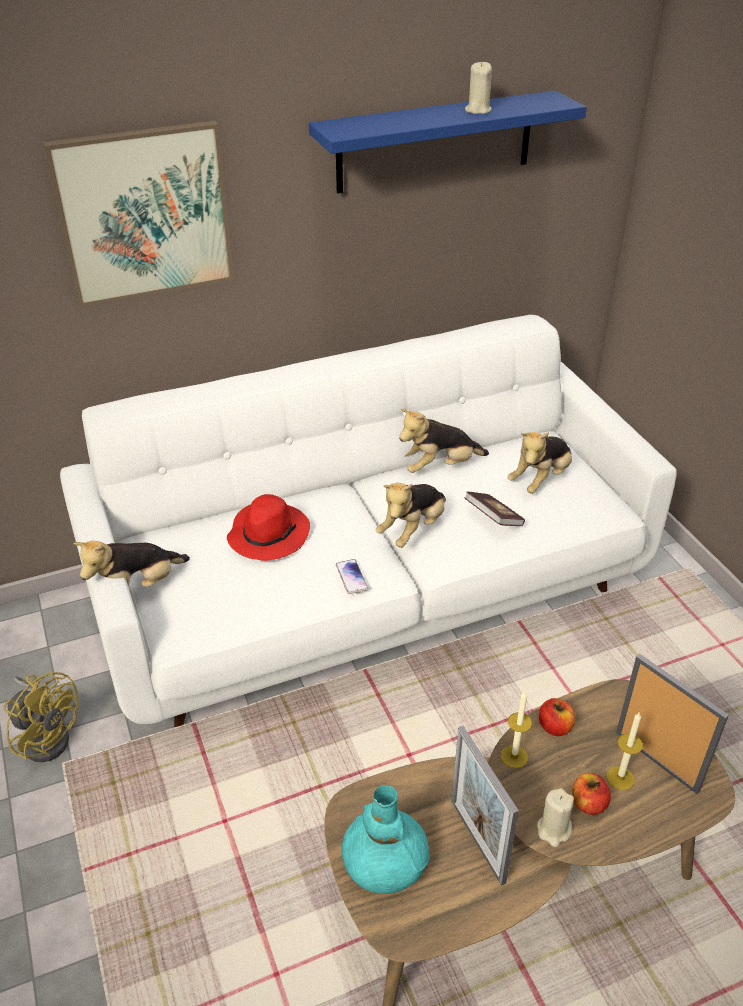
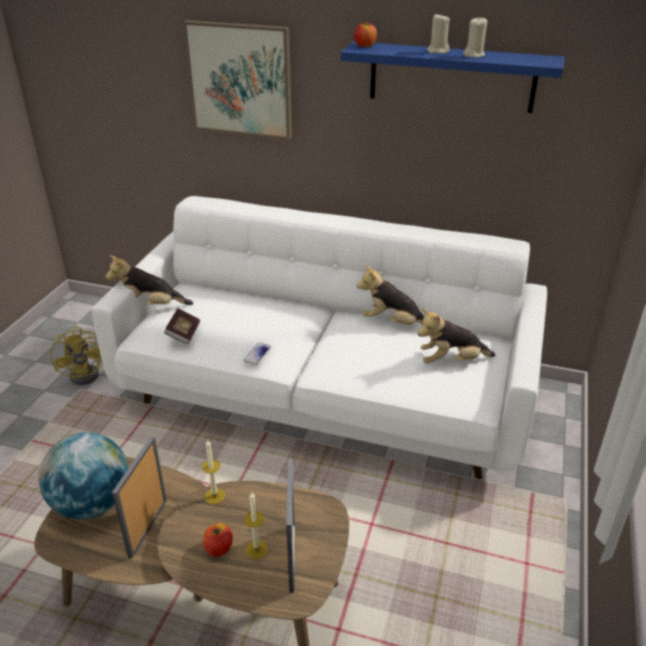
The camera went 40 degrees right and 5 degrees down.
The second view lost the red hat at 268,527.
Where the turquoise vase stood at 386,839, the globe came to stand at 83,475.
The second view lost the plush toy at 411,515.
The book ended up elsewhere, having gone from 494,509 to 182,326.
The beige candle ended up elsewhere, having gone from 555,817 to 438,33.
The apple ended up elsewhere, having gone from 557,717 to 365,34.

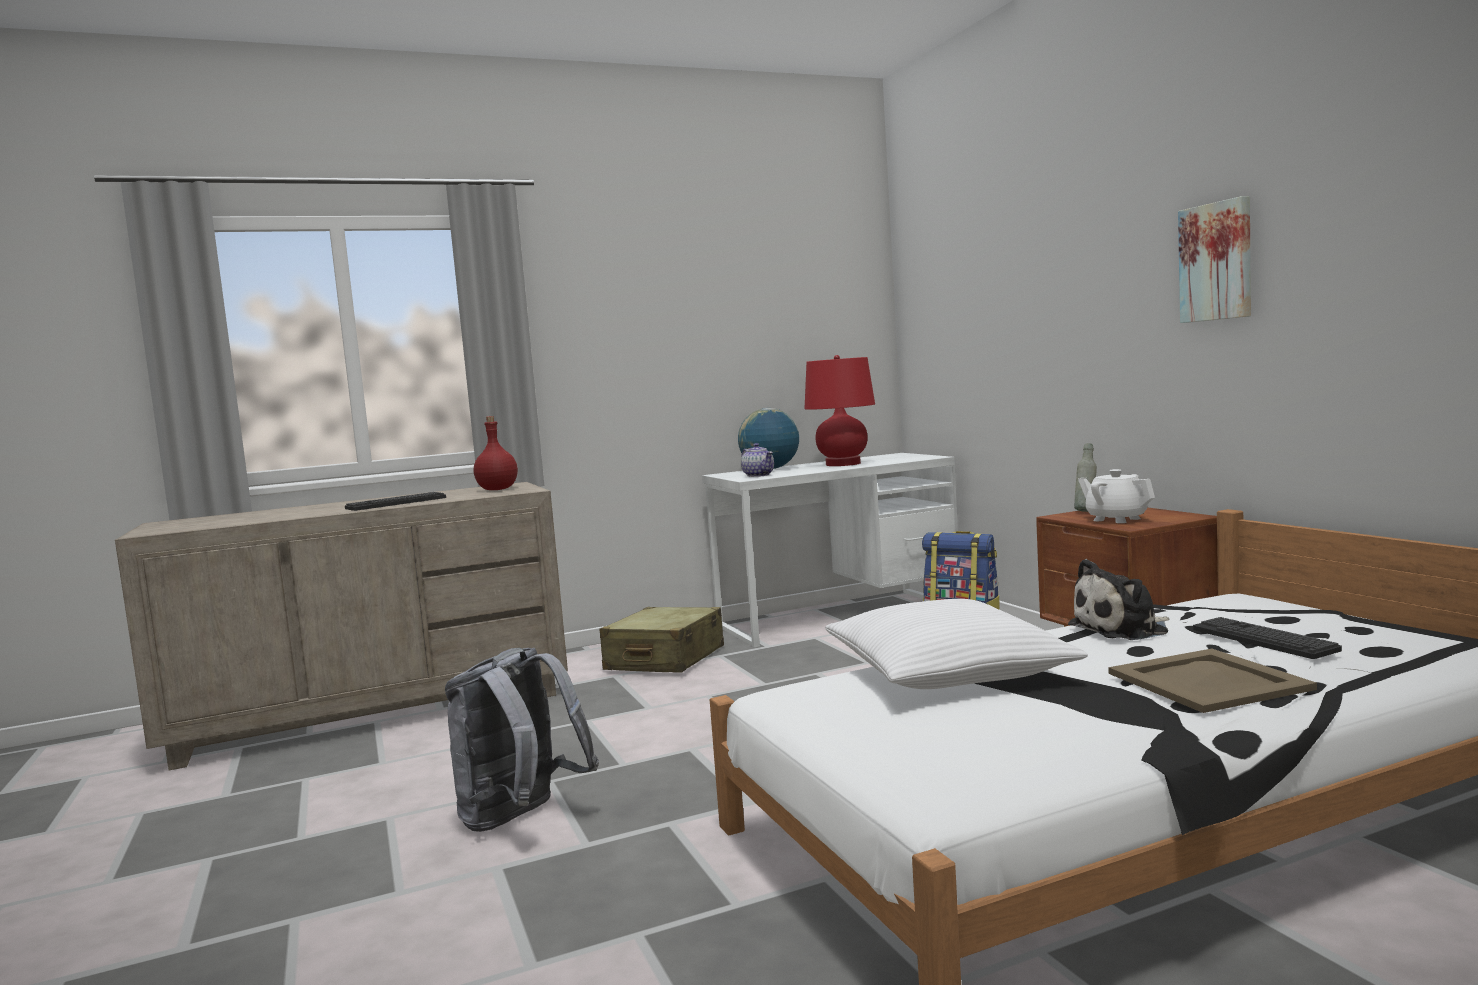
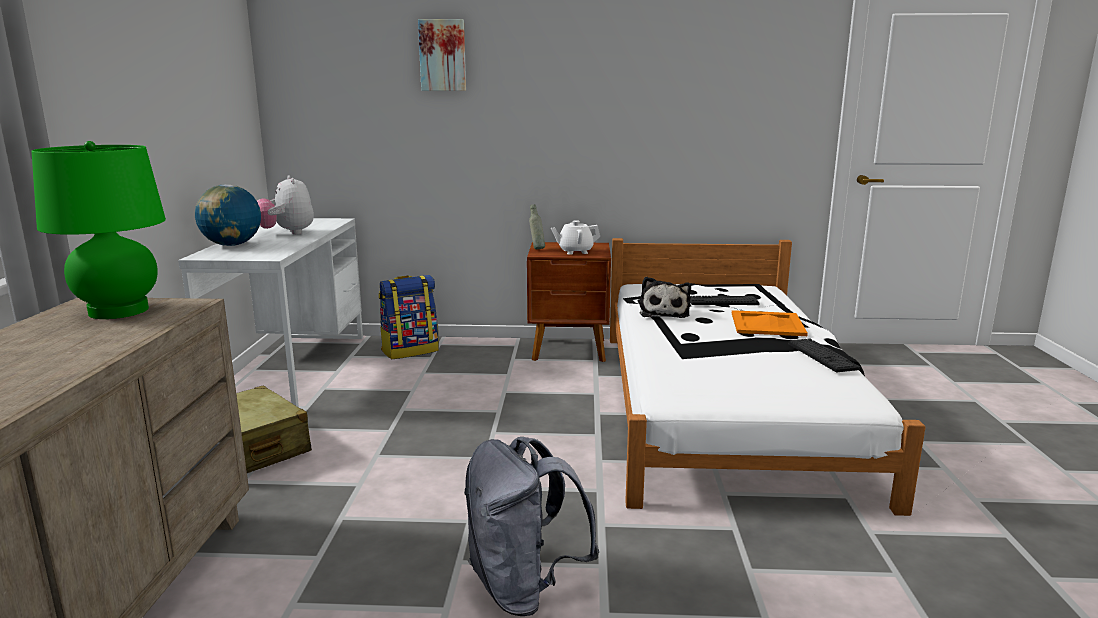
The camera went 65 degrees left and 10 degrees up.
The keyboard ended up elsewhere, having gone from 395,501 to 824,355.
Where the red bottle stood at 496,453, the green table lamp came to stand at 98,230.
The second view lost the teapot at 757,460.
Where the red table lamp stood at 840,410, the plush toy came to stand at 285,205.
The second view lost the white pillow at 956,644.
What was the beige tray at 1212,681 turned into the orange tray at 770,323.
The picture ended up elsewhere, having gone from 1214,259 to 442,55.

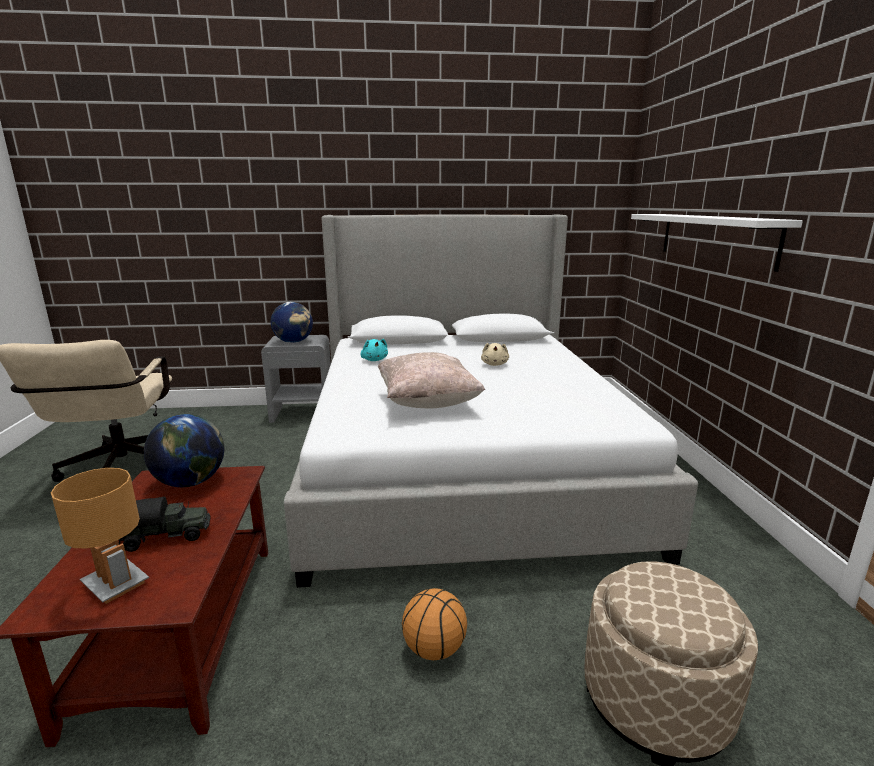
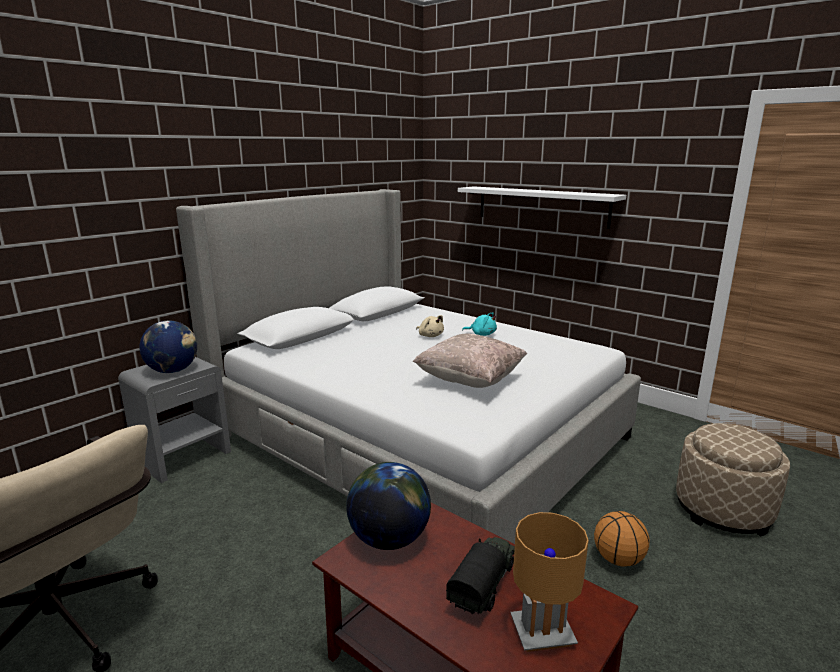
The camera went 45 degrees left and 0 degrees up.
The turquoise plush toy ended up elsewhere, having gone from 374,350 to 479,324.

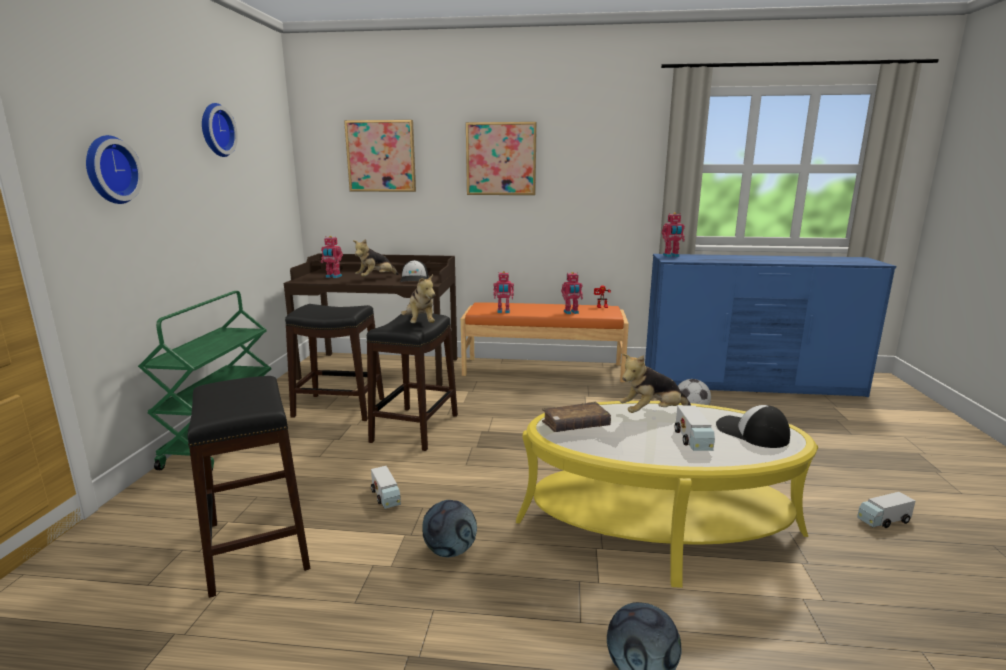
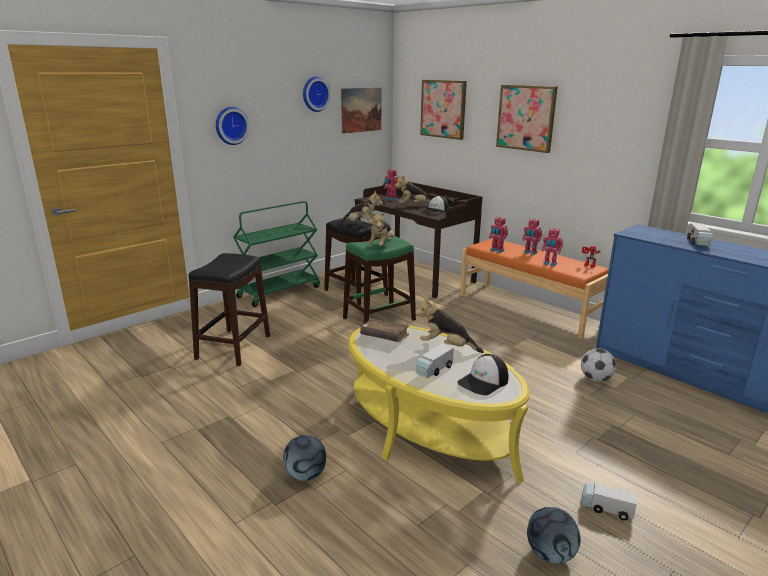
The camera went 40 degrees right and 5 degrees up.
What was the black stool at 412,382 turned into the green stool at 379,280.
The toy truck ended up elsewhere, having gone from 386,487 to 700,234.
The football ended up elsewhere, having gone from 449,528 to 554,535.
The toy robot ended up elsewhere, having gone from 673,234 to 532,236.
The cap at 753,426 ended up facing another way, 135 degrees counterclockwise from before.
The second view gained the plush toy at 361,207.
The second view gained the picture at 361,111.

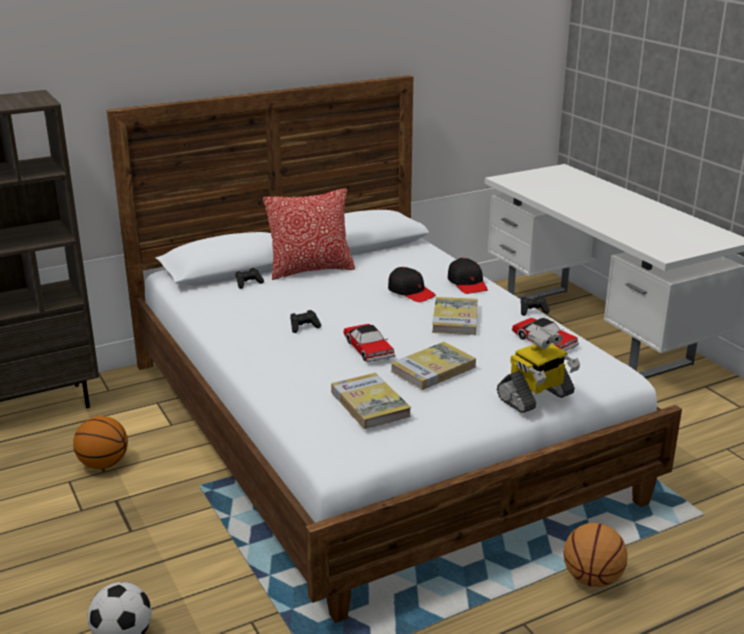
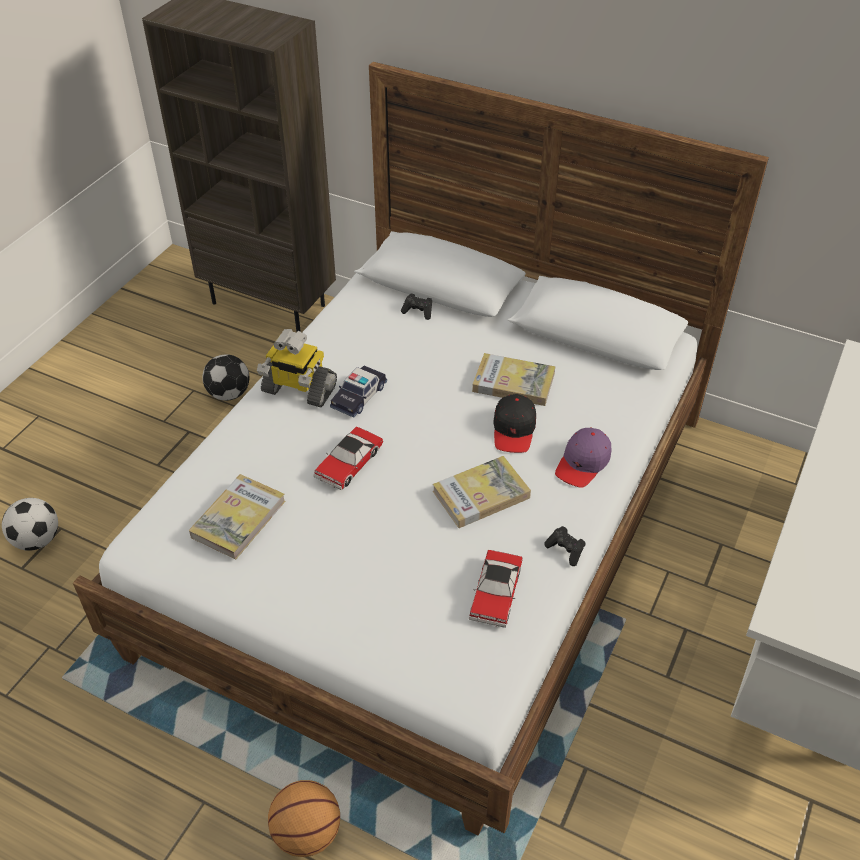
The camera went 55 degrees right and 20 degrees up.
Where the basketball stood at 100,442, the football came to stand at 225,377.
The second view lost the pillow at 309,234.
Where the black game controller stood at 305,321, the toy car came to stand at 358,392.
The book ended up elsewhere, having gone from 433,366 to 514,379.
What was the black cap at 468,276 turned into the purple cap at 583,458.
The toy robot ended up elsewhere, having gone from 538,370 to 297,368.

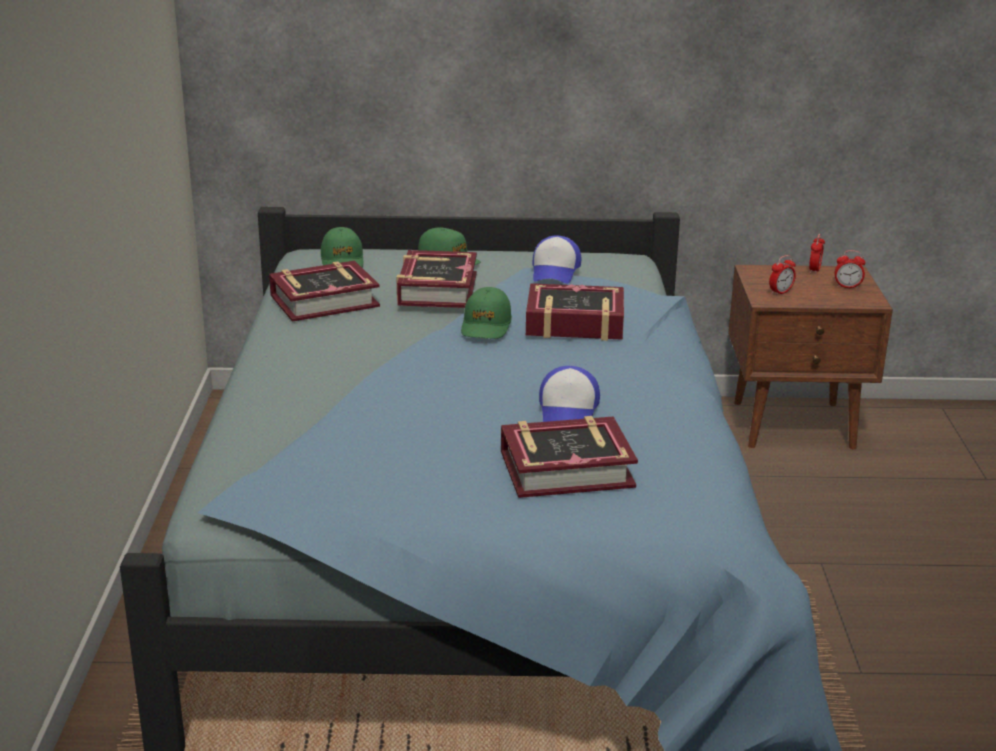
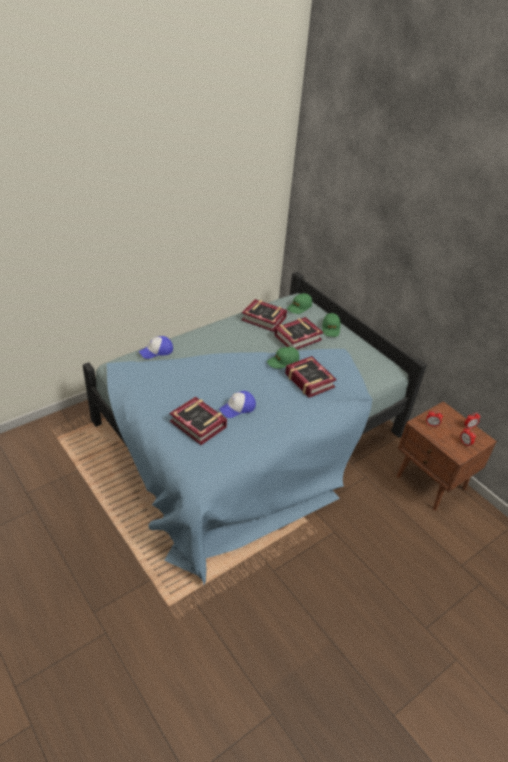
The camera went 50 degrees right and 15 degrees up.
The cap ended up elsewhere, having gone from 556,260 to 156,347.

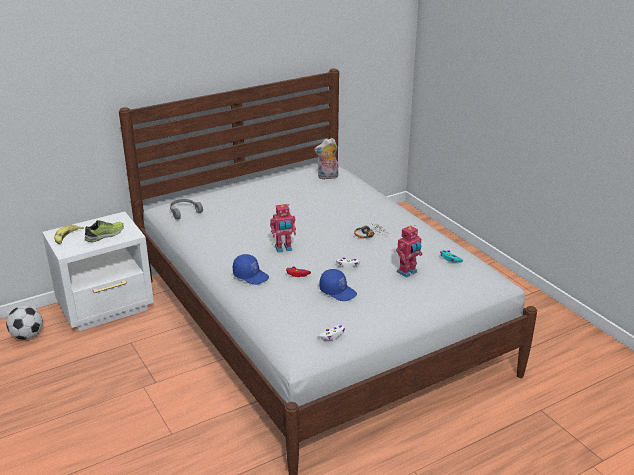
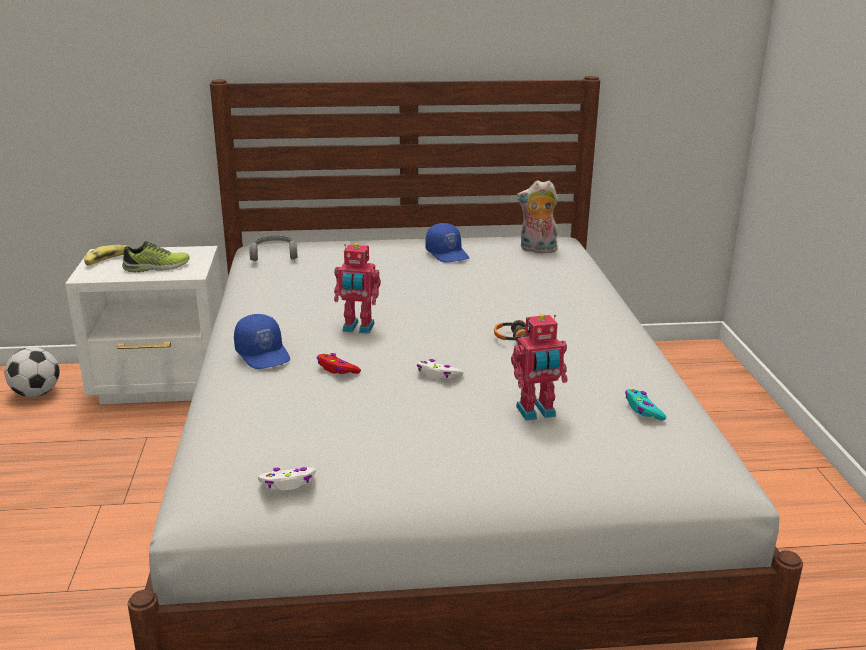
The camera went 25 degrees right and 5 degrees down.
The blue cap ended up elsewhere, having gone from 338,285 to 447,243.

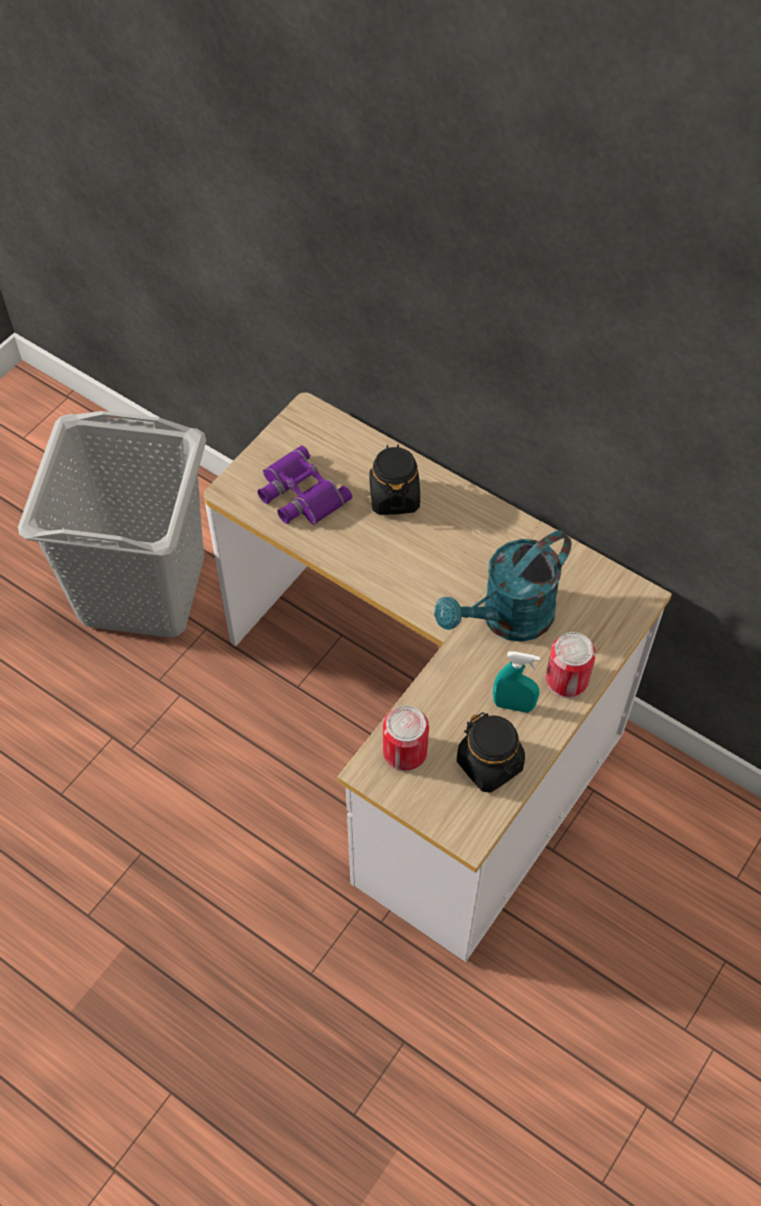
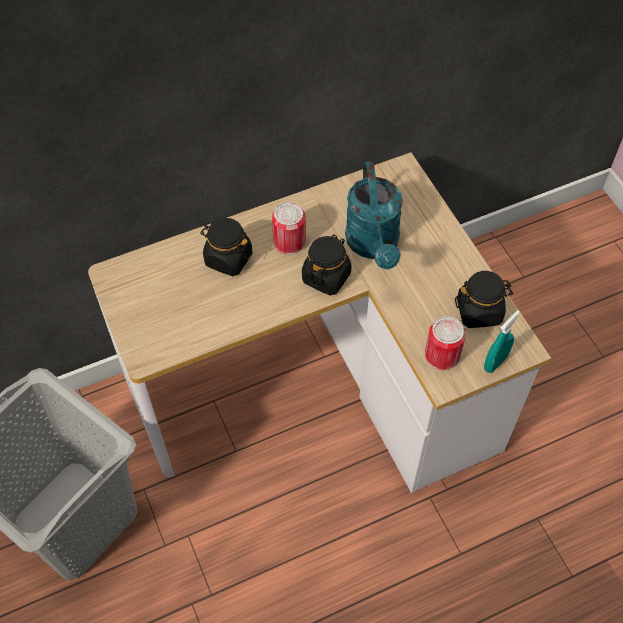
The camera went 60 degrees left and 0 degrees up.
The second view lost the purple binoculars at 305,485.
The turquoise spray bottle ended up elsewhere, having gone from 516,682 to 502,341.
The can ended up elsewhere, having gone from 571,665 to 289,228.
The second view gained the black jar at 327,264.

